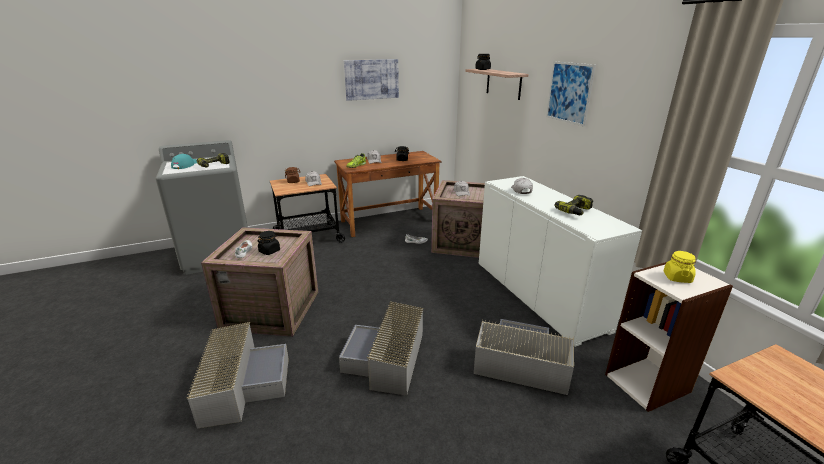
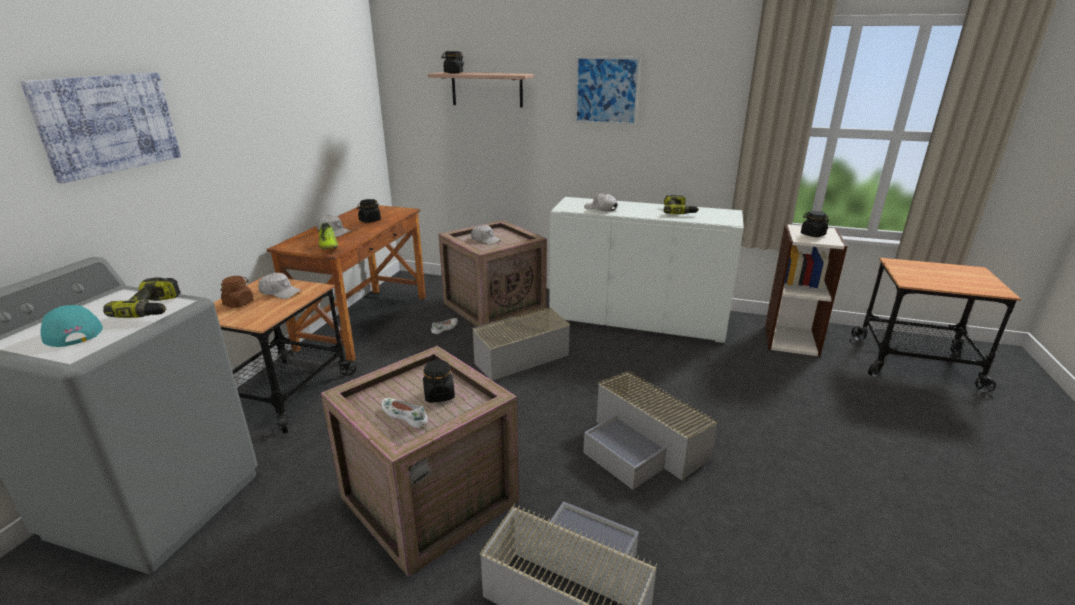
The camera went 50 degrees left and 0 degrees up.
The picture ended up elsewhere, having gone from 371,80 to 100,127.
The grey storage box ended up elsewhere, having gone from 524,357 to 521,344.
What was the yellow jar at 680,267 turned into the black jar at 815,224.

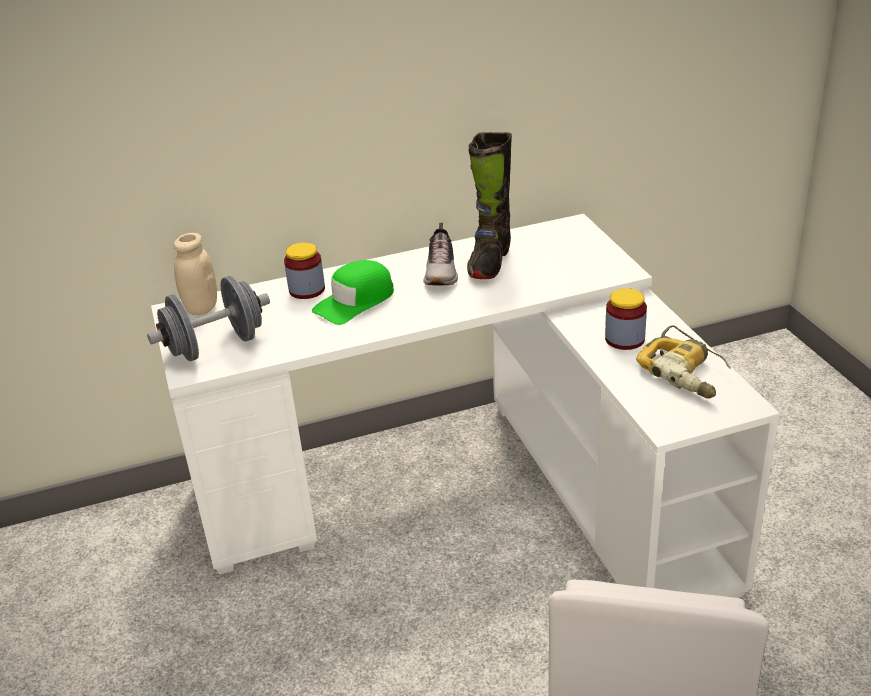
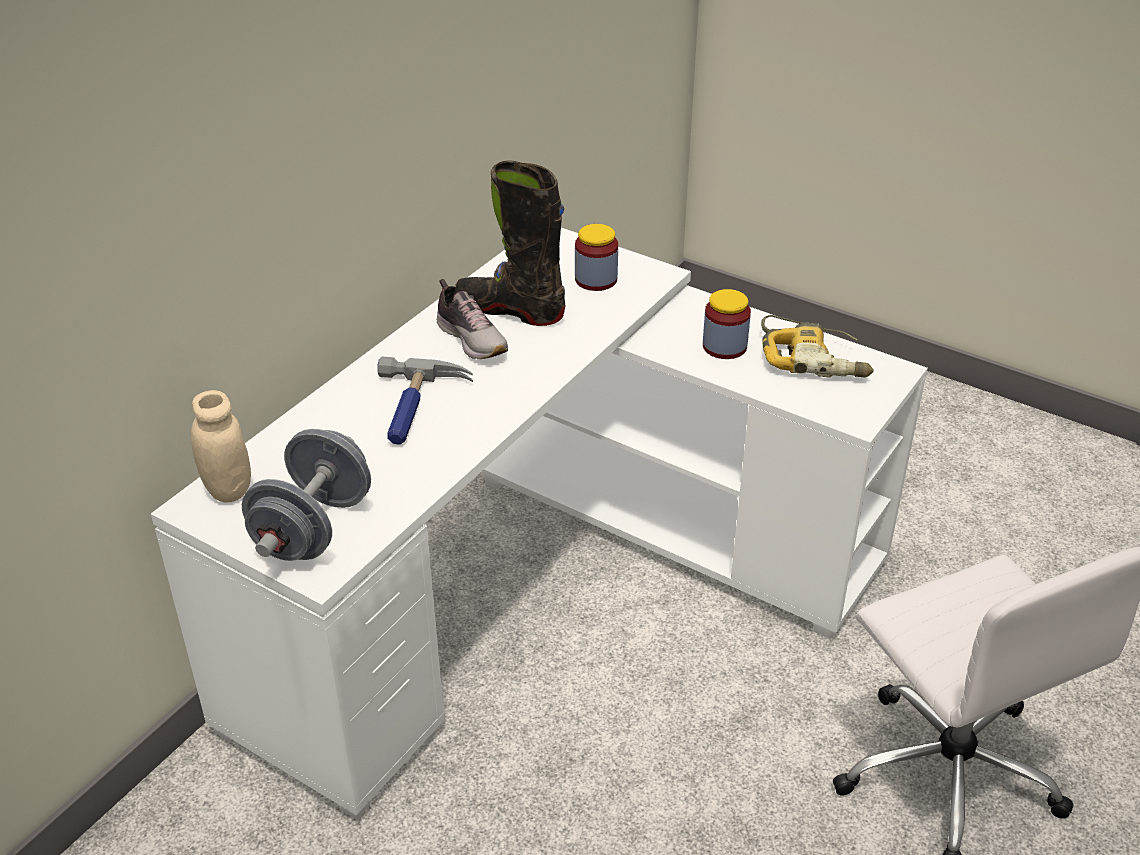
The camera went 40 degrees left and 5 degrees up.
The jar ended up elsewhere, having gone from 304,270 to 596,257.
Where the green cap stood at 353,292, the hammer came to stand at 425,401.
The black boot at 489,205 ended up facing another way, 135 degrees clockwise from before.

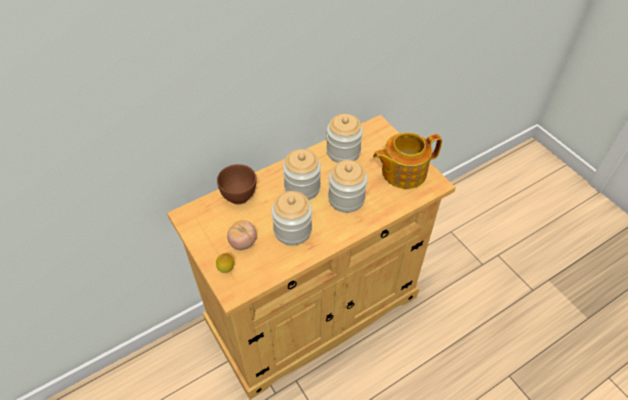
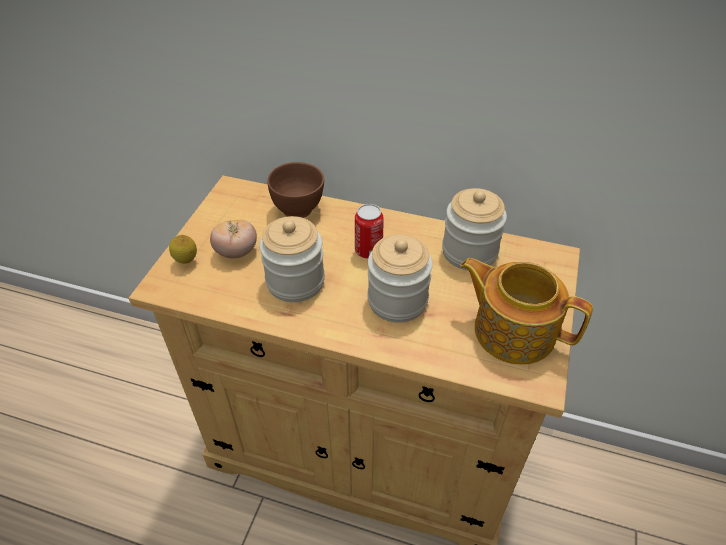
The camera went 50 degrees right and 5 degrees down.
Where the jar stood at 302,174, the can came to stand at 369,231.

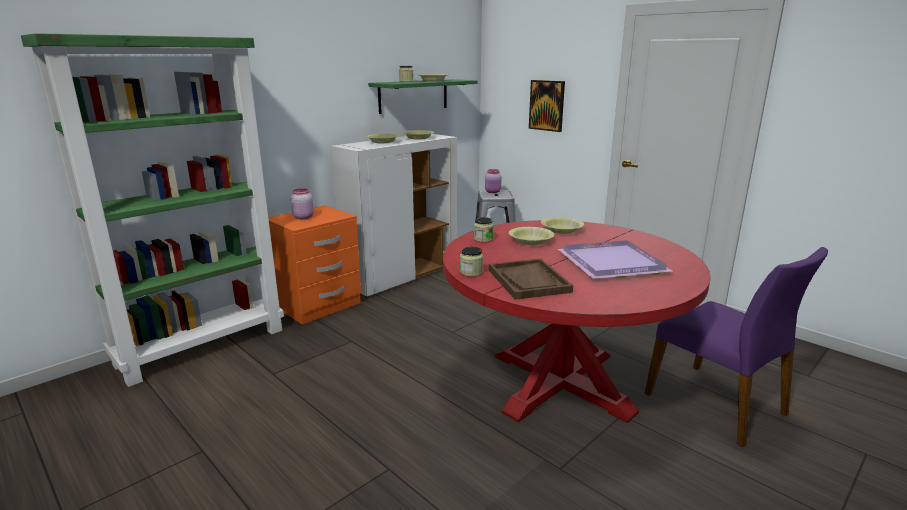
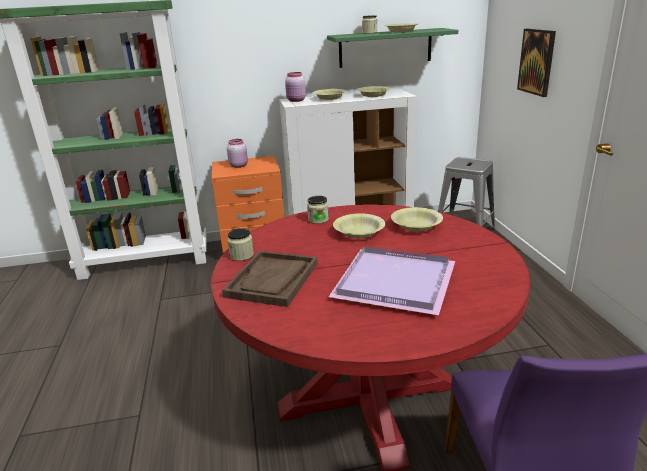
The camera went 35 degrees right and 5 degrees up.
The pink jar ended up elsewhere, having gone from 493,181 to 295,87.

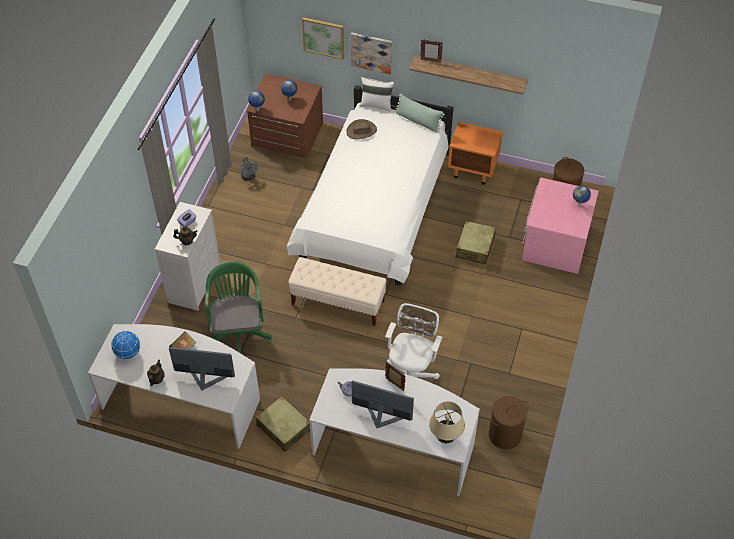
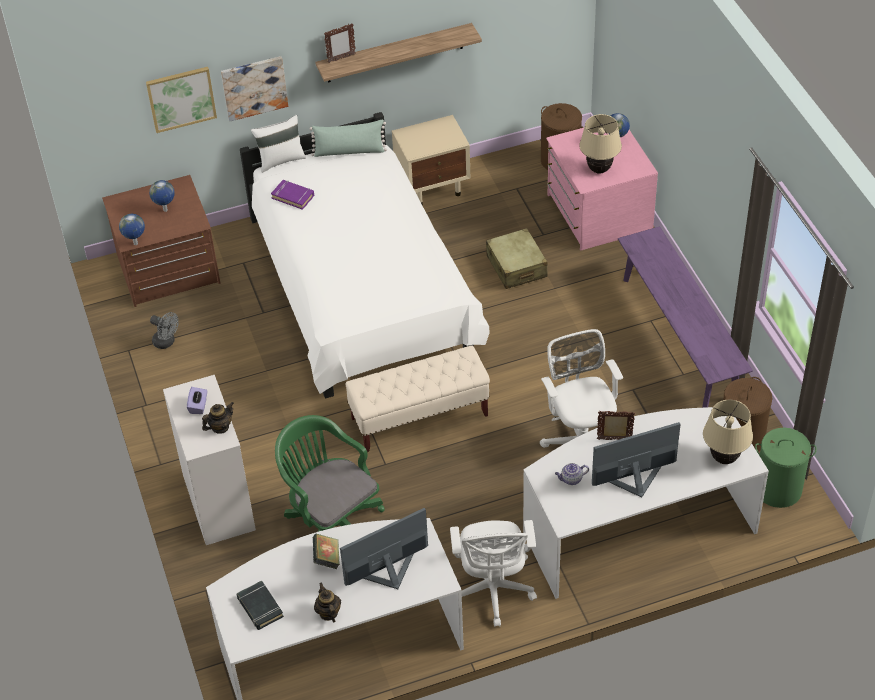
The camera went 35 degrees left and 5 degrees down.
Where the globe stood at 125,345, the black book came to stand at 260,605.
Where the beige suitcase stood at 283,424, the white office chair came to stand at 493,573.
Where the brown hat stood at 361,129, the purple book came to stand at 292,195.
What was the orange nightstand at 475,153 turned into the beige nightstand at 431,160.
The second view gained the beige table lamp at 600,144.
The second view gained the purple bench at 685,317.
The second view gained the green laundry basket at 786,468.

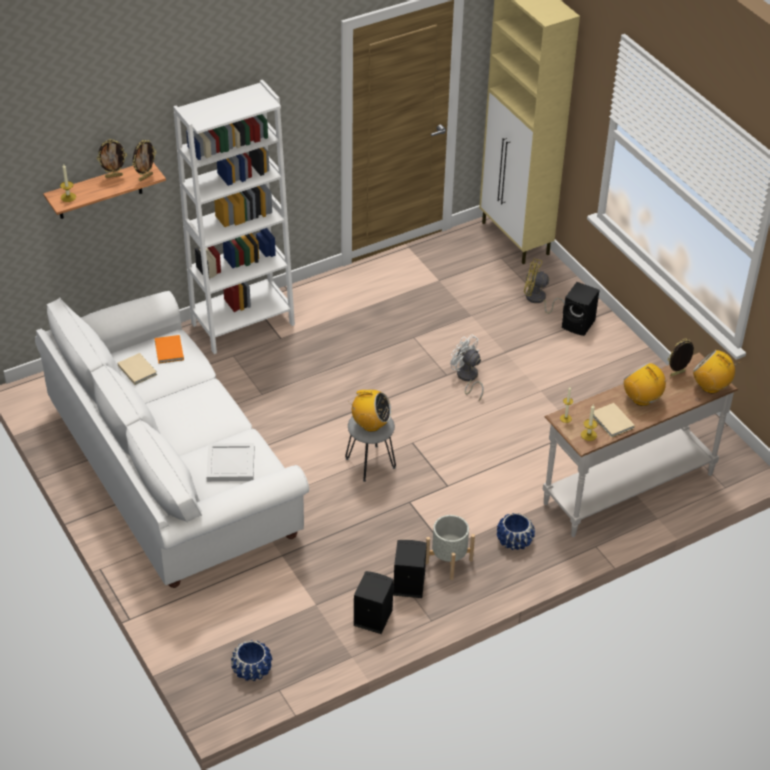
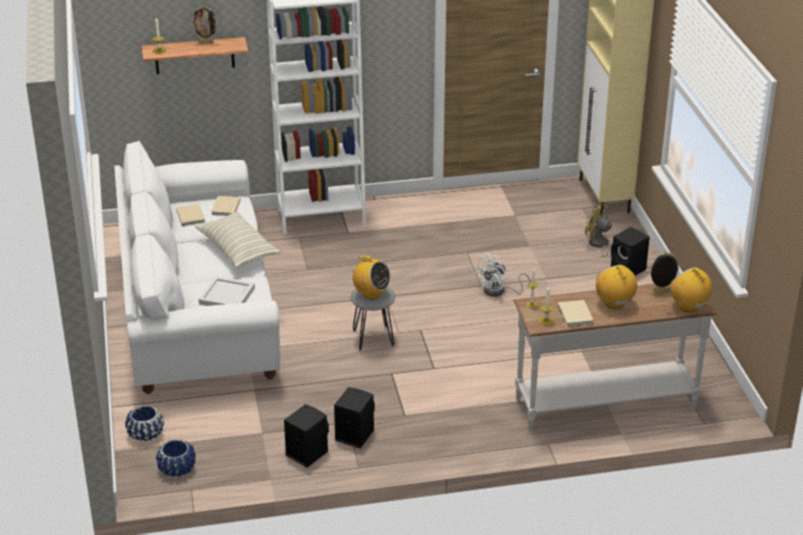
The camera went 20 degrees right and 10 degrees down.
The second view lost the picture frame at 144,160.
What was the orange book at 169,349 turned into the beige book at 226,206.
The second view lost the grey planter at 450,547.
The white fan at 467,367 ended up facing another way, 105 degrees counterclockwise from before.
The blue planter ended up elsewhere, having gone from 516,531 to 144,423.
The second view gained the pillow at 237,240.

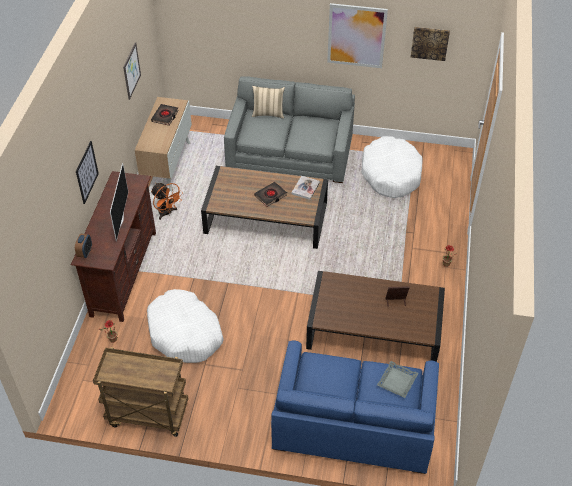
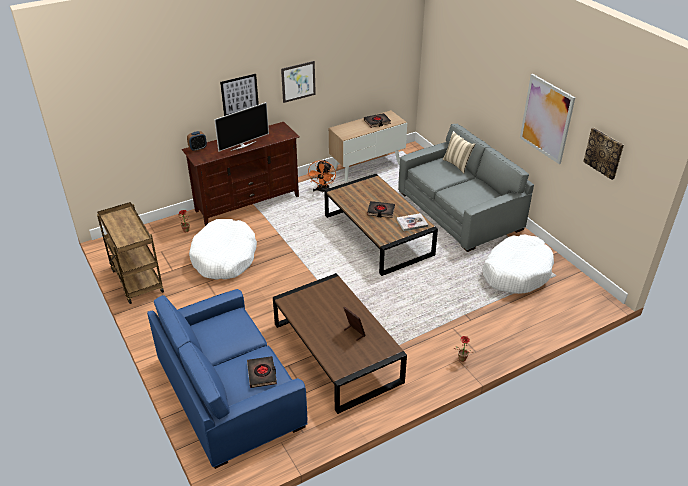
The camera went 50 degrees right and 10 degrees down.
The picture ended up elsewhere, having gone from 132,71 to 298,82.
Where the grey tray stood at 398,379, the black book came to stand at 262,372.

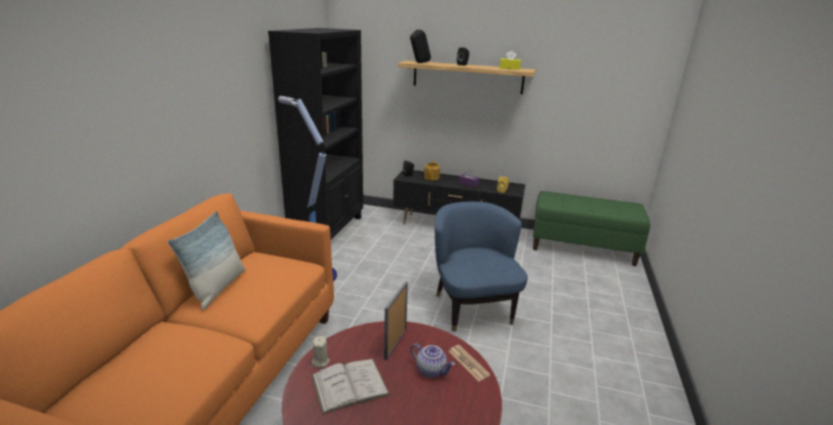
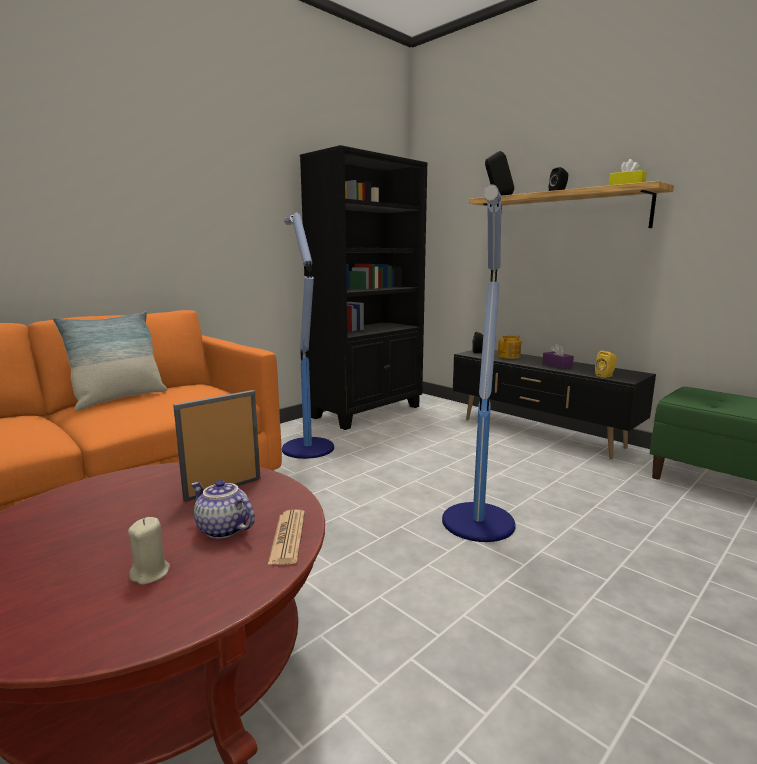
The camera went 30 degrees right and 10 degrees down.
The second view lost the white book at 350,387.
The beige candle ended up elsewhere, having gone from 320,352 to 149,551.
The teapot at 432,360 ended up facing another way, 150 degrees clockwise from before.
Where the blue armchair stood at 481,267, the floor lamp came to stand at 479,363.

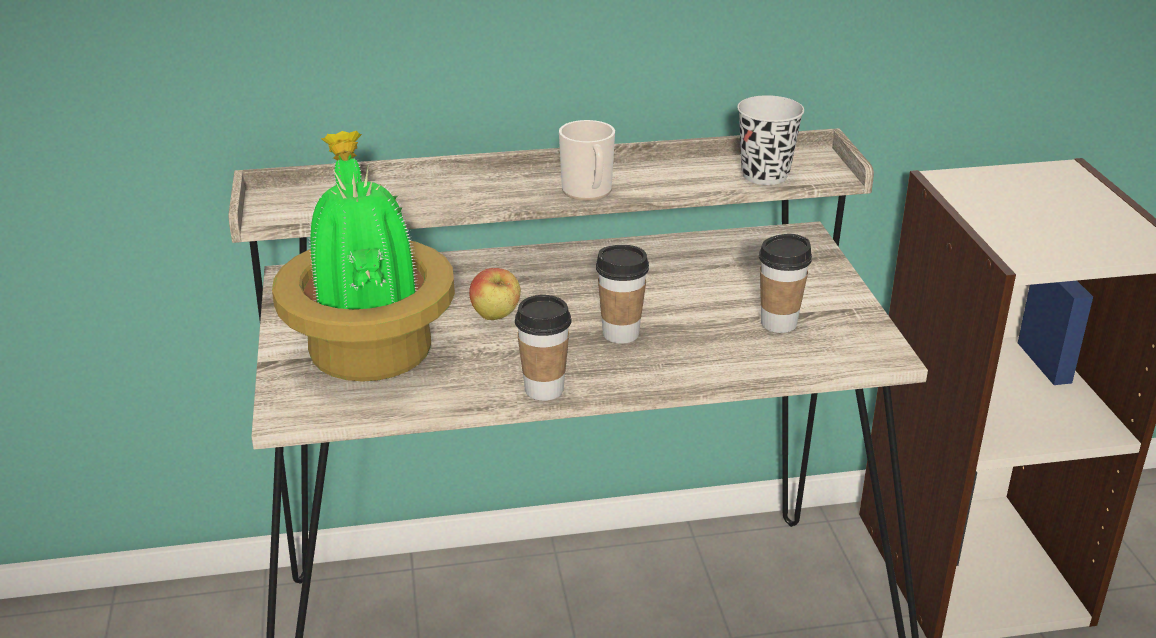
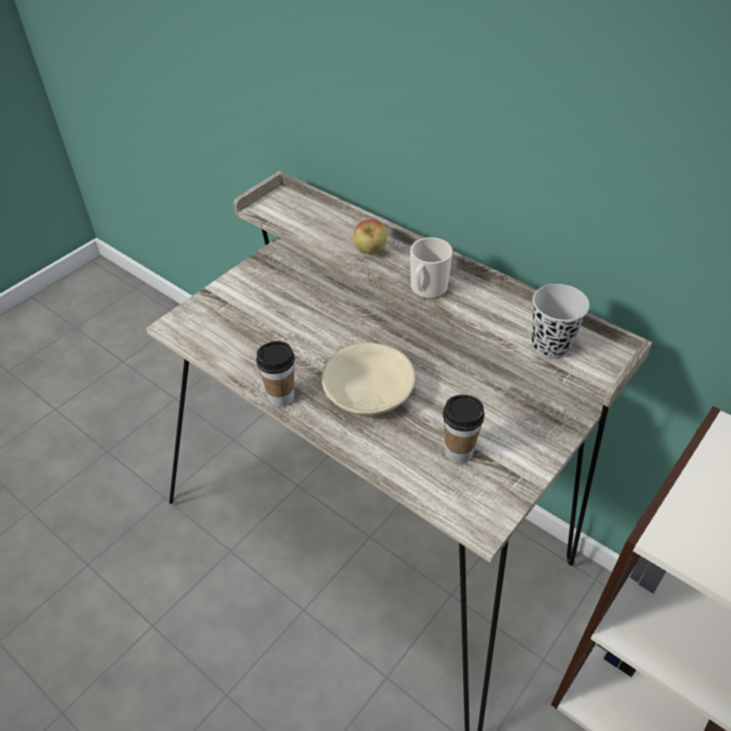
The camera went 50 degrees right and 15 degrees up.
The second view lost the potted plant at 363,256.
The apple ended up elsewhere, having gone from 495,294 to 370,236.
Where the cup stood at 622,294, the beige bowl came to stand at 368,379.

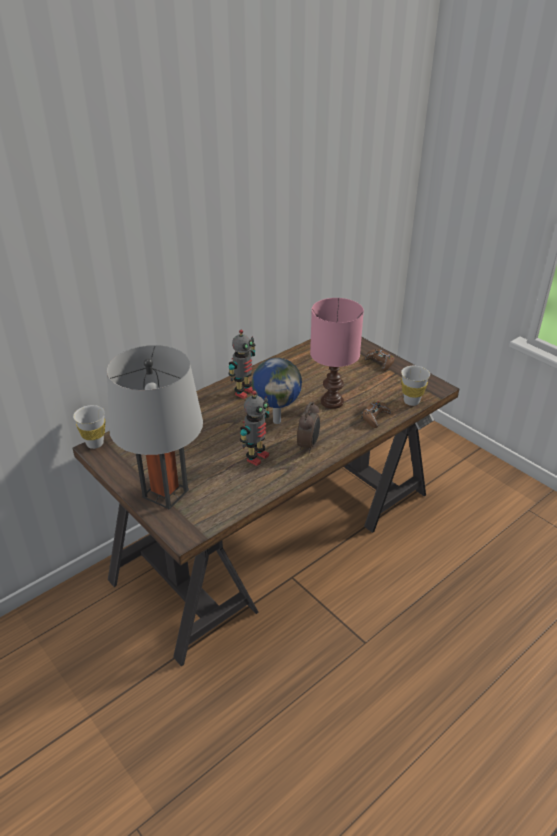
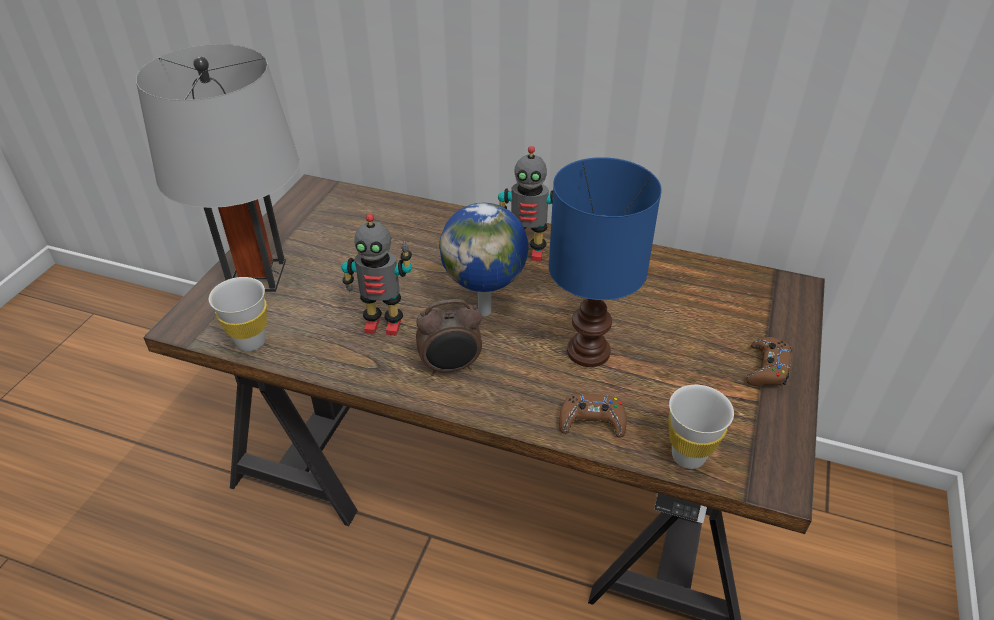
The camera went 60 degrees right and 5 degrees up.
The white cup ended up elsewhere, having gone from 89,427 to 238,314.
What was the pink table lamp at 337,353 turned into the blue table lamp at 605,262.

